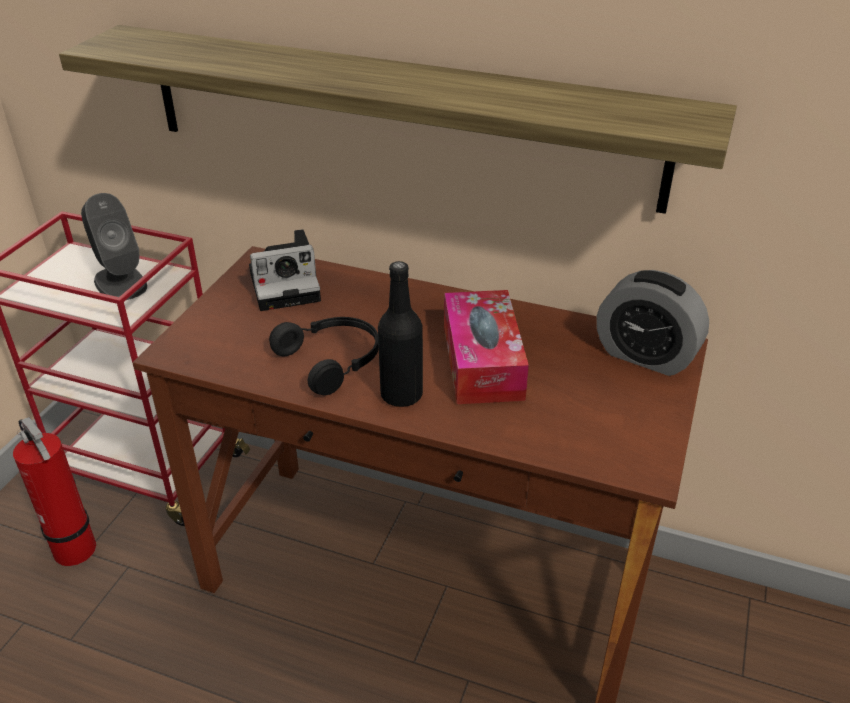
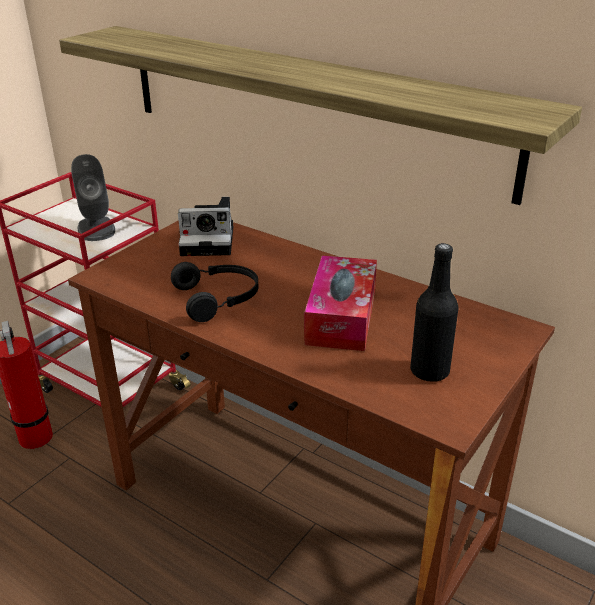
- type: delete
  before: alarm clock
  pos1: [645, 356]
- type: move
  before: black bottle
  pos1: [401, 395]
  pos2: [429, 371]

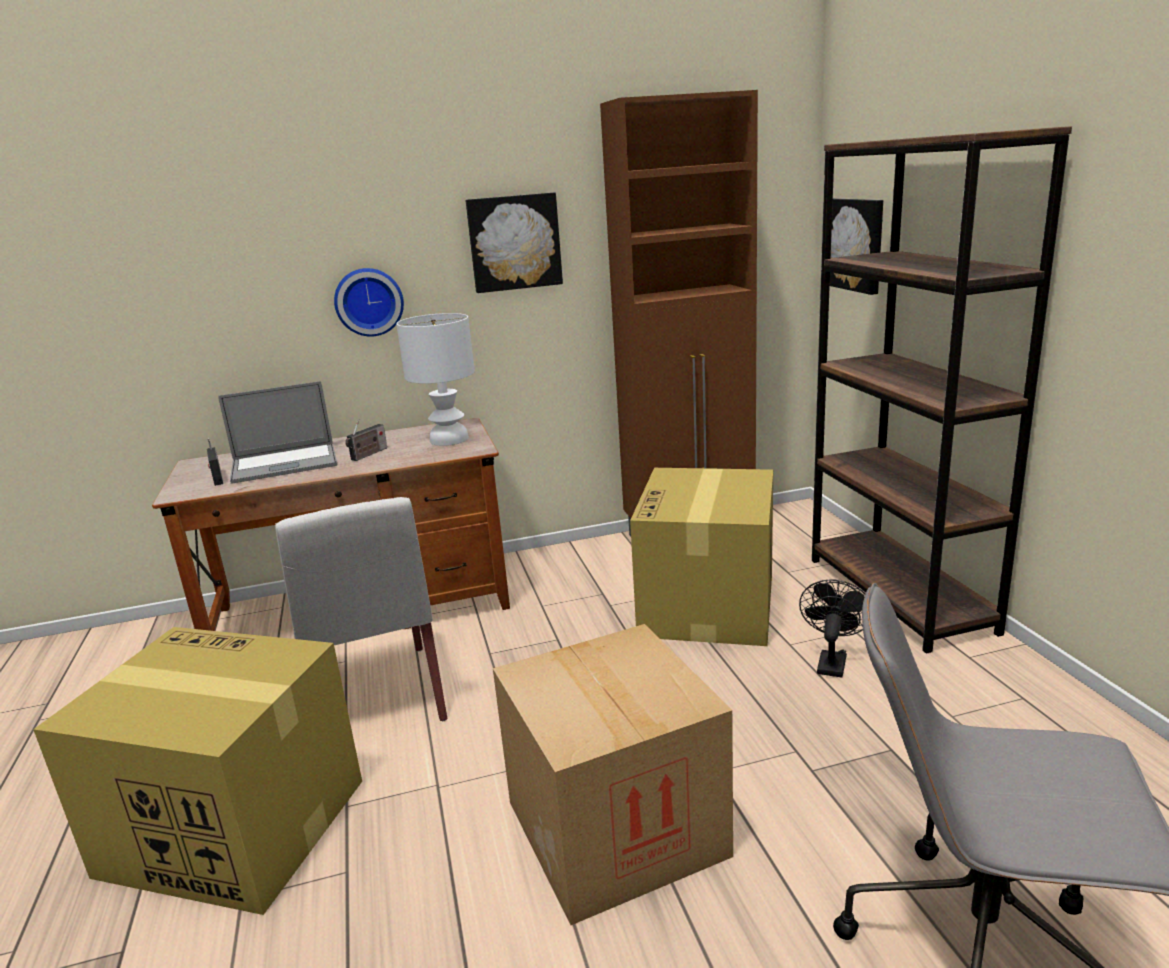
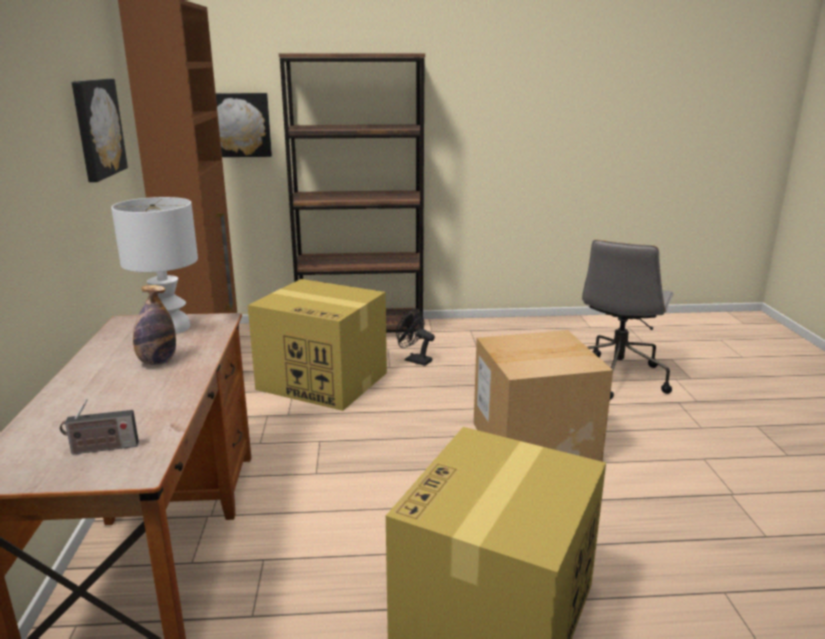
- type: delete
  before: laptop
  pos1: [284, 464]
- type: delete
  before: white chair
  pos1: [377, 698]
- type: delete
  before: wall clock
  pos1: [369, 301]
- type: replace
  before: radio
  after: bottle
  pos1: [368, 454]
  pos2: [157, 362]

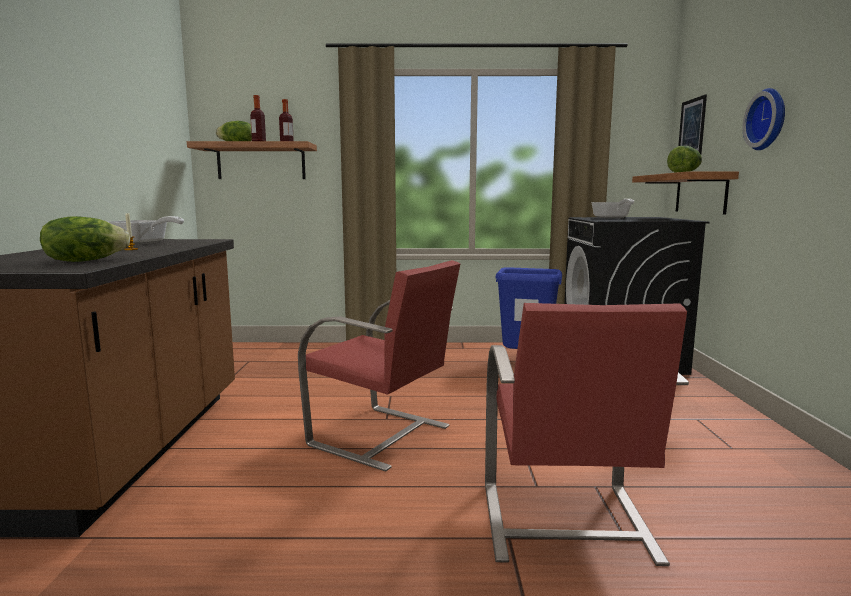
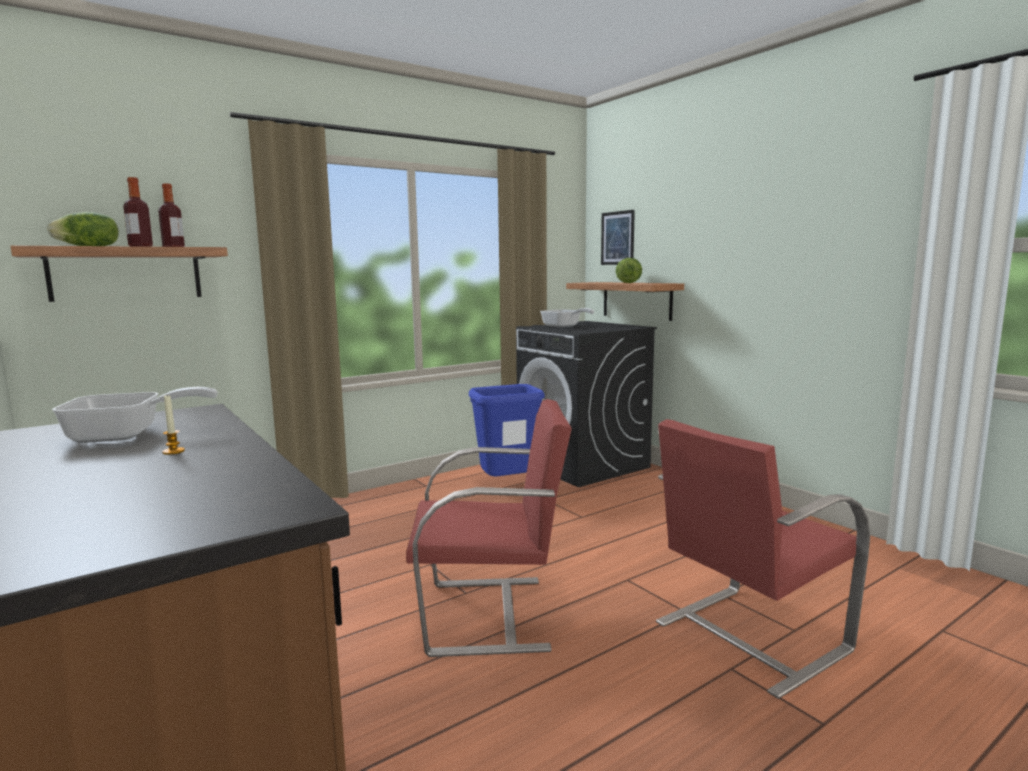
- type: delete
  before: lettuce
  pos1: [85, 261]
- type: delete
  before: wall clock
  pos1: [769, 119]
- type: rotate
  before: red chair
  pos1: [565, 523]
  pos2: [747, 636]
  turn: 90

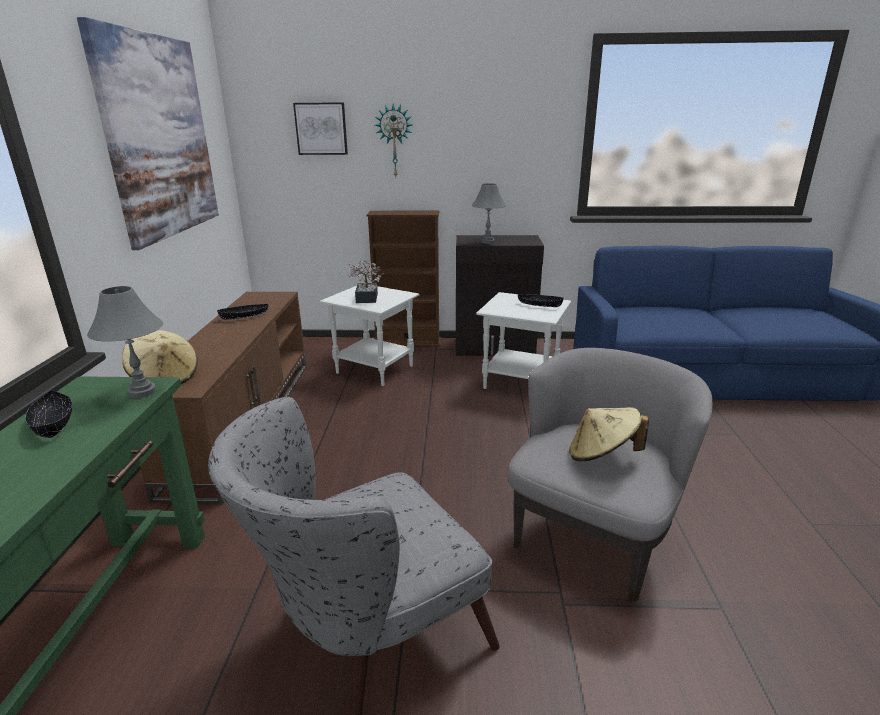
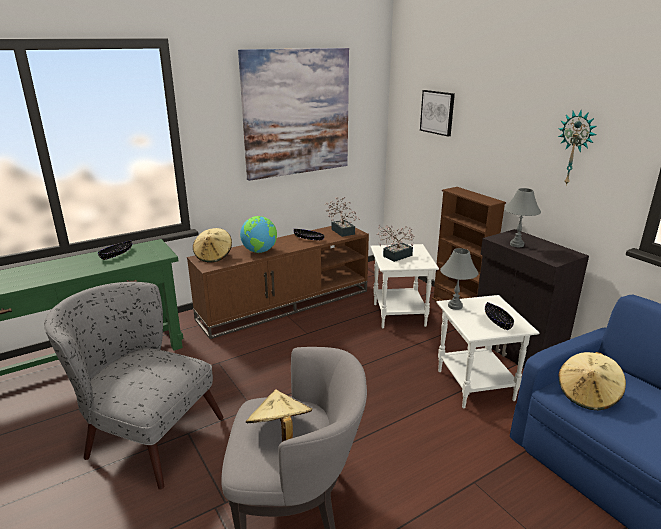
- type: insert
  after: globe
  pos2: [260, 251]
- type: insert
  after: potted plant
  pos2: [342, 230]
- type: insert
  after: beige hat
  pos2: [588, 395]
- type: move
  before: grey table lamp
  pos1: [143, 391]
  pos2: [455, 306]
- type: move
  before: wall clock
  pos1: [394, 141]
  pos2: [575, 148]

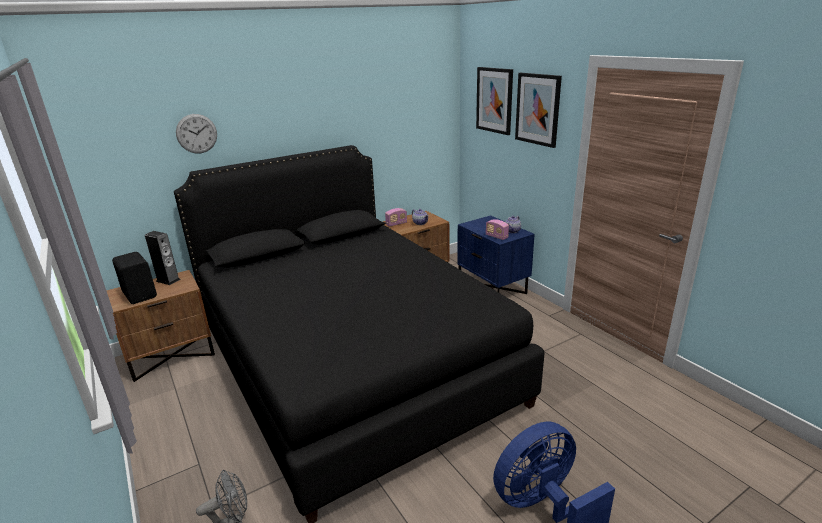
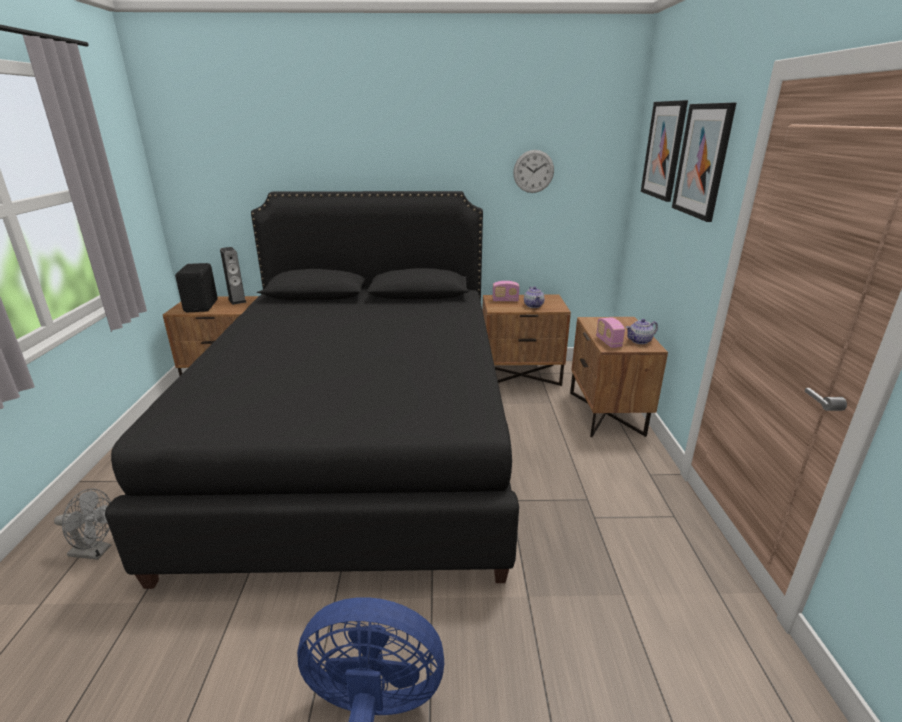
- type: move
  before: wall clock
  pos1: [196, 133]
  pos2: [533, 171]
- type: recolor
  before: blue nightstand
  after: brown nightstand
  pos1: [492, 287]
  pos2: [607, 413]

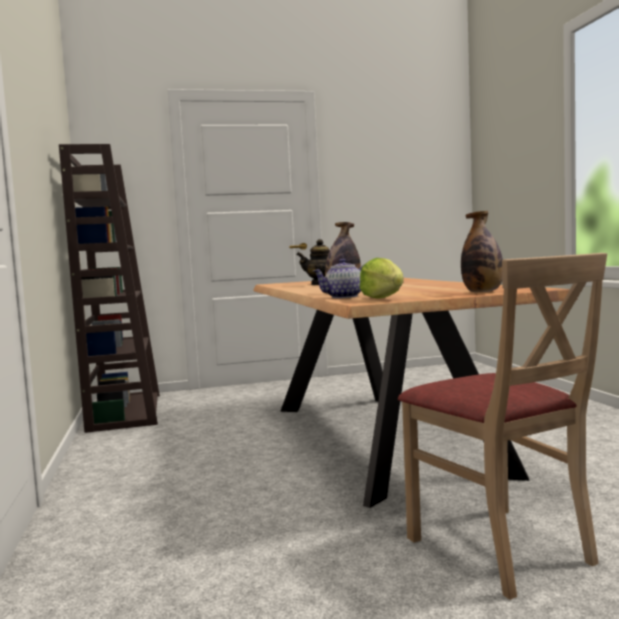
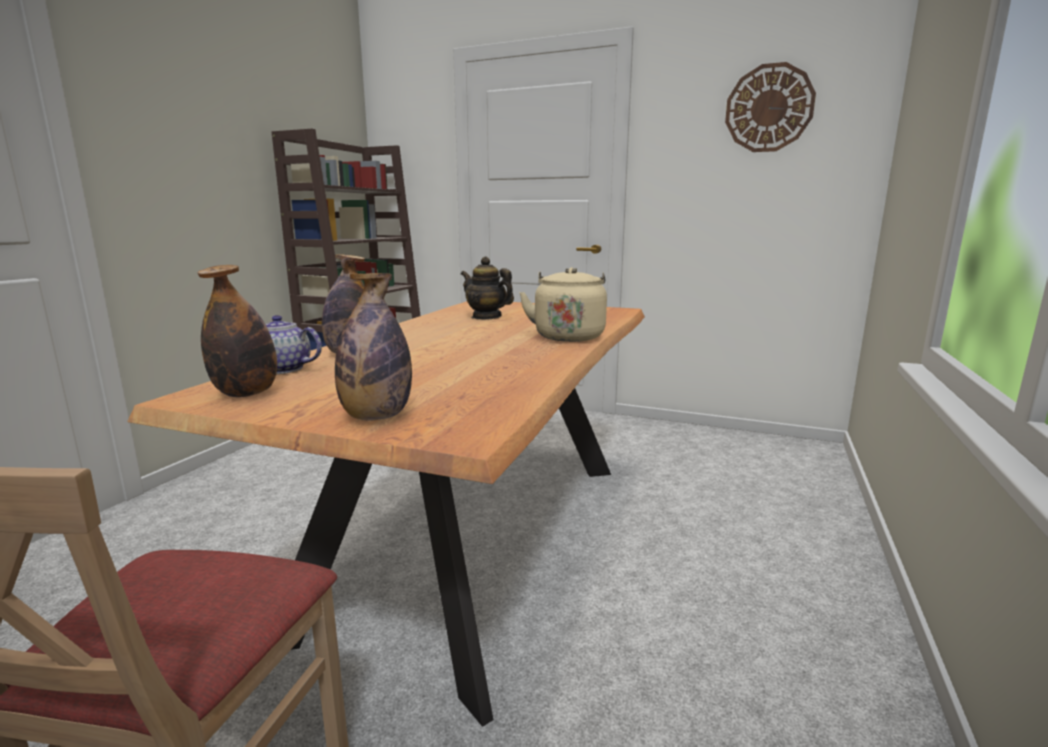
- type: insert
  after: beige kettle
  pos2: [568, 336]
- type: insert
  after: wall clock
  pos2: [769, 108]
- type: replace
  before: lettuce
  after: bottle
  pos1: [383, 298]
  pos2: [246, 393]

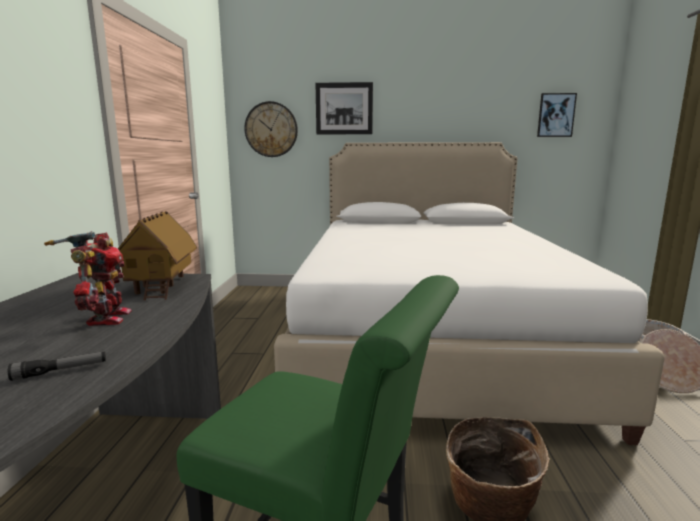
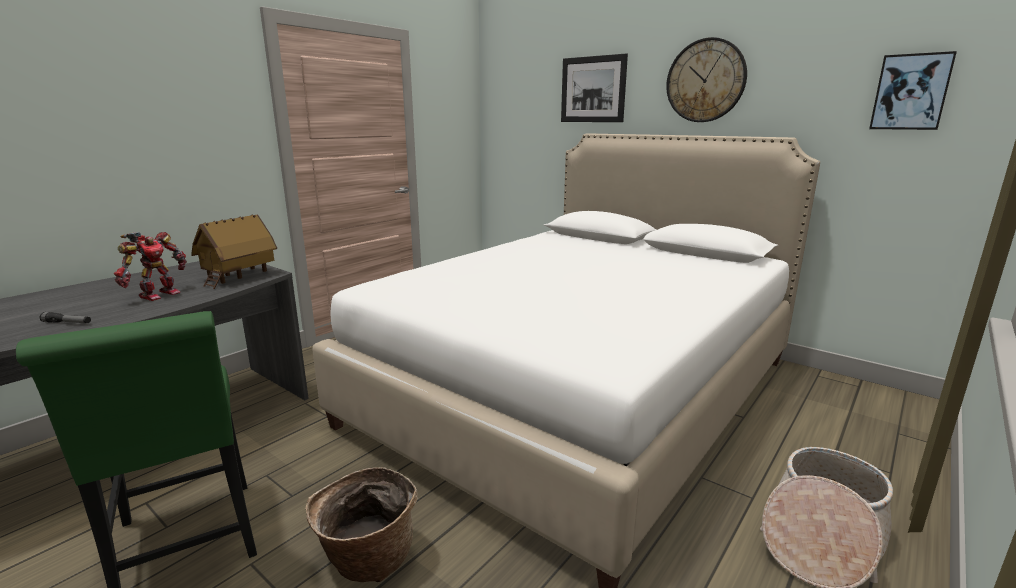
- type: move
  before: wall clock
  pos1: [271, 129]
  pos2: [705, 81]

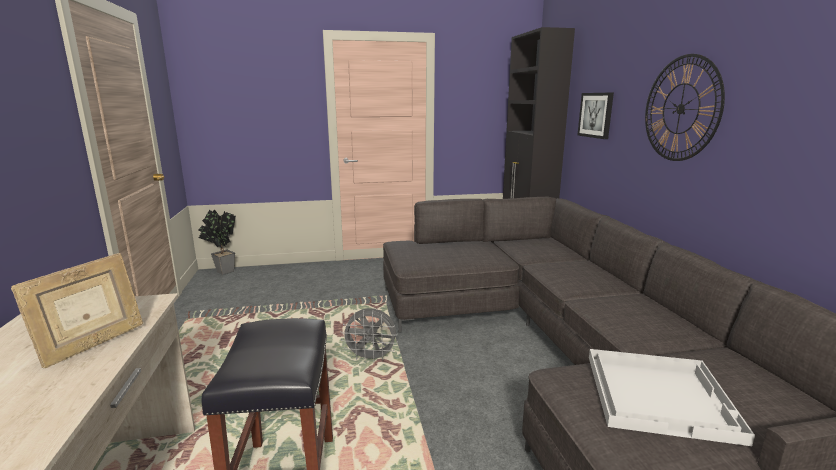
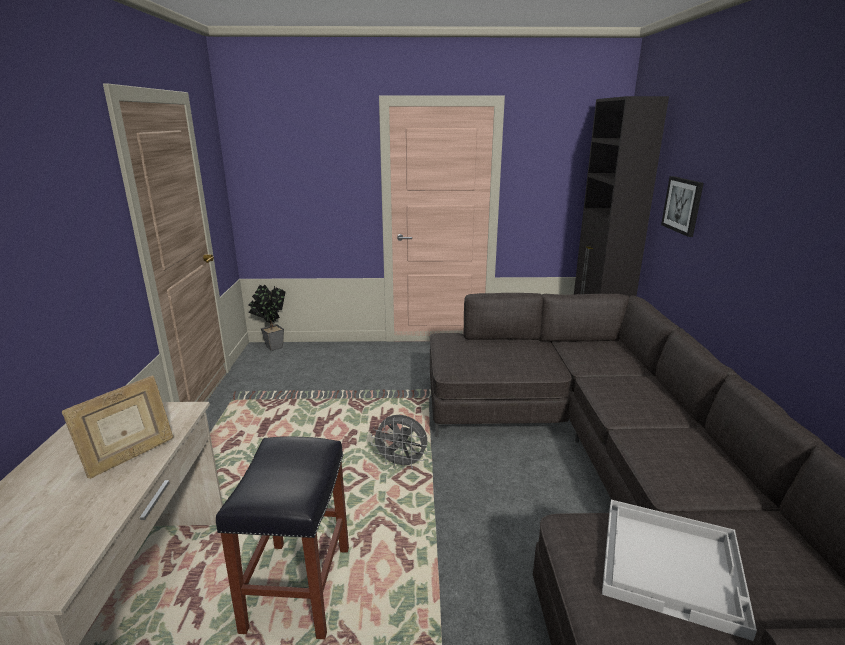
- type: delete
  before: wall clock
  pos1: [681, 109]

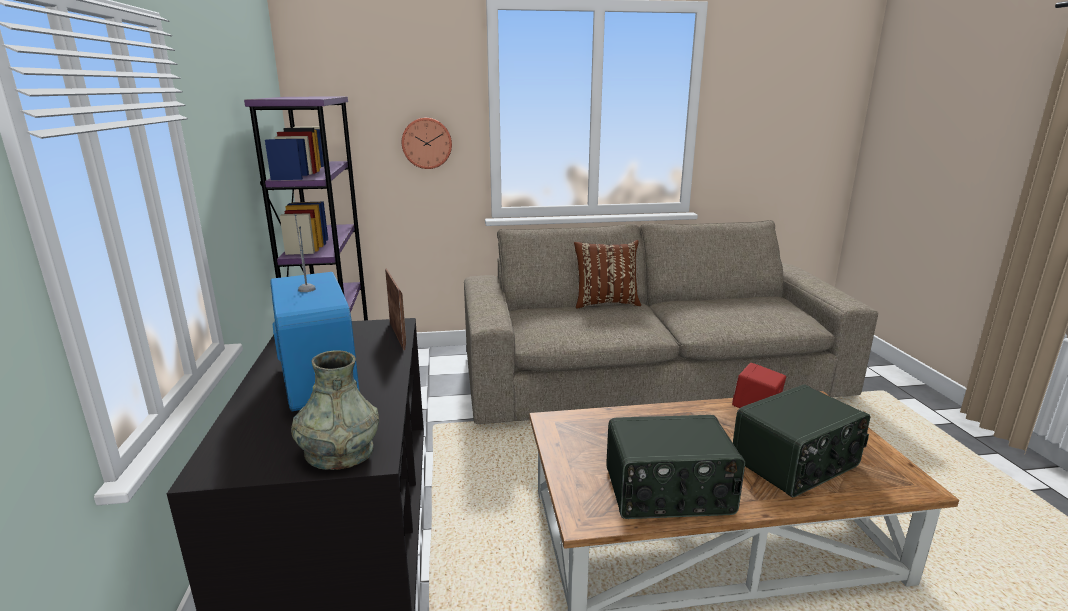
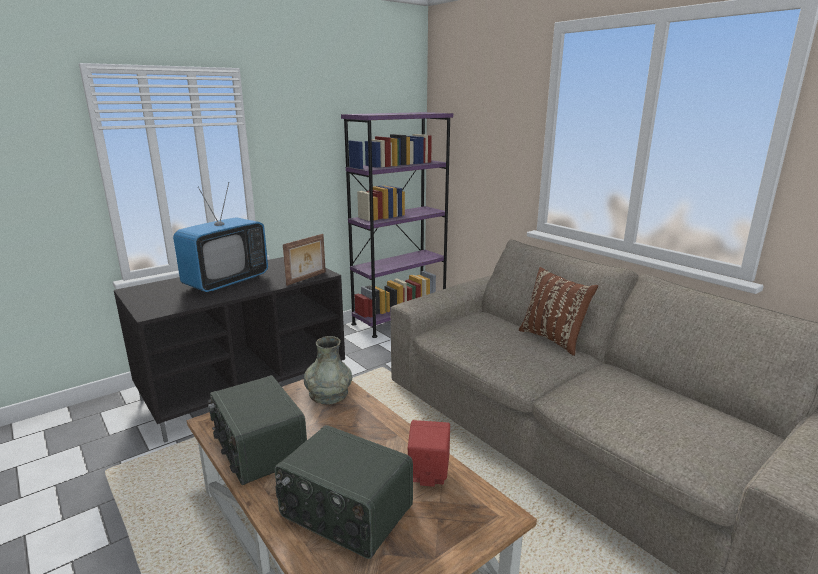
- type: delete
  before: wall clock
  pos1: [427, 143]
- type: move
  before: grey vase
  pos1: [339, 452]
  pos2: [328, 394]

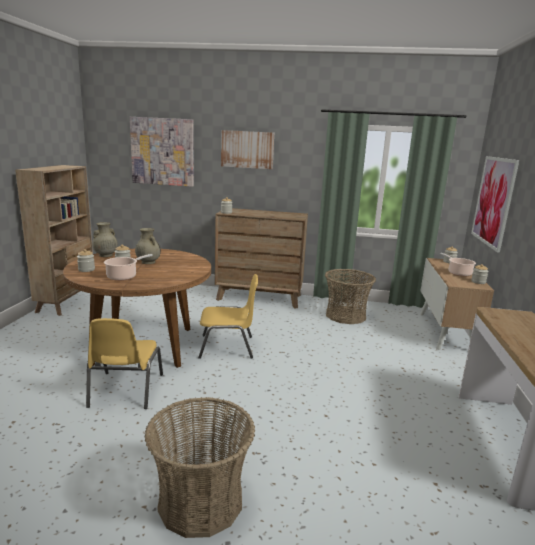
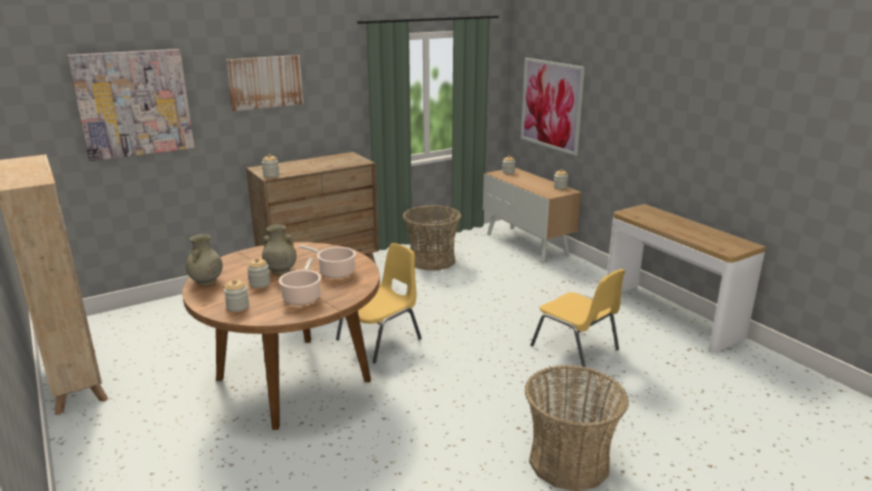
- type: move
  before: yellow chair
  pos1: [125, 391]
  pos2: [576, 348]
- type: move
  before: cooking pot
  pos1: [458, 273]
  pos2: [335, 272]

